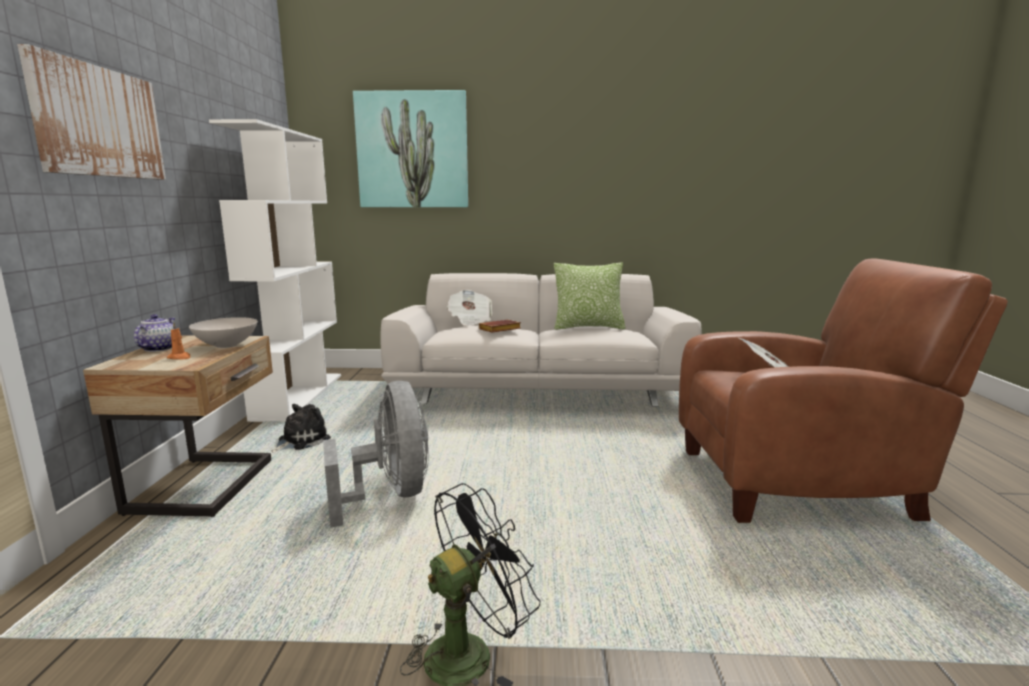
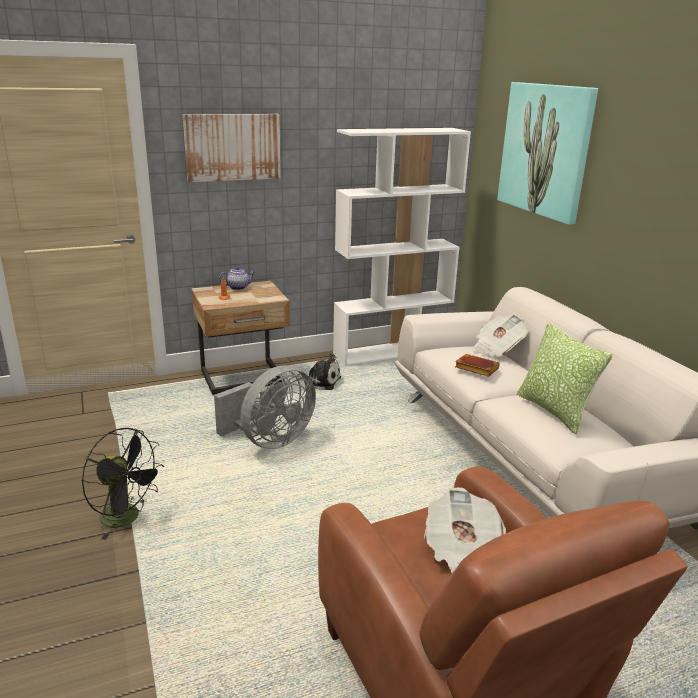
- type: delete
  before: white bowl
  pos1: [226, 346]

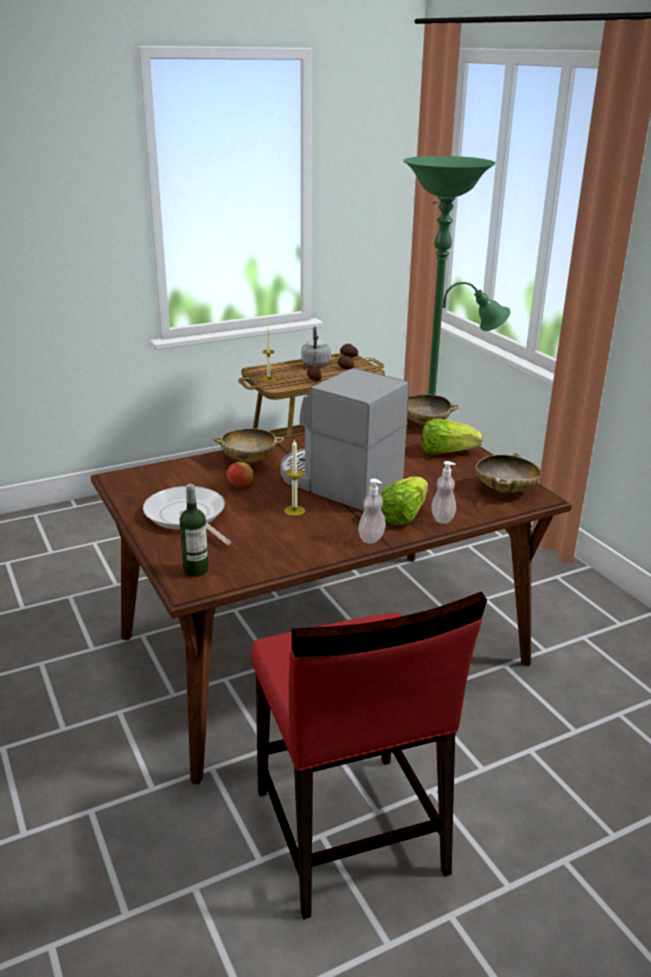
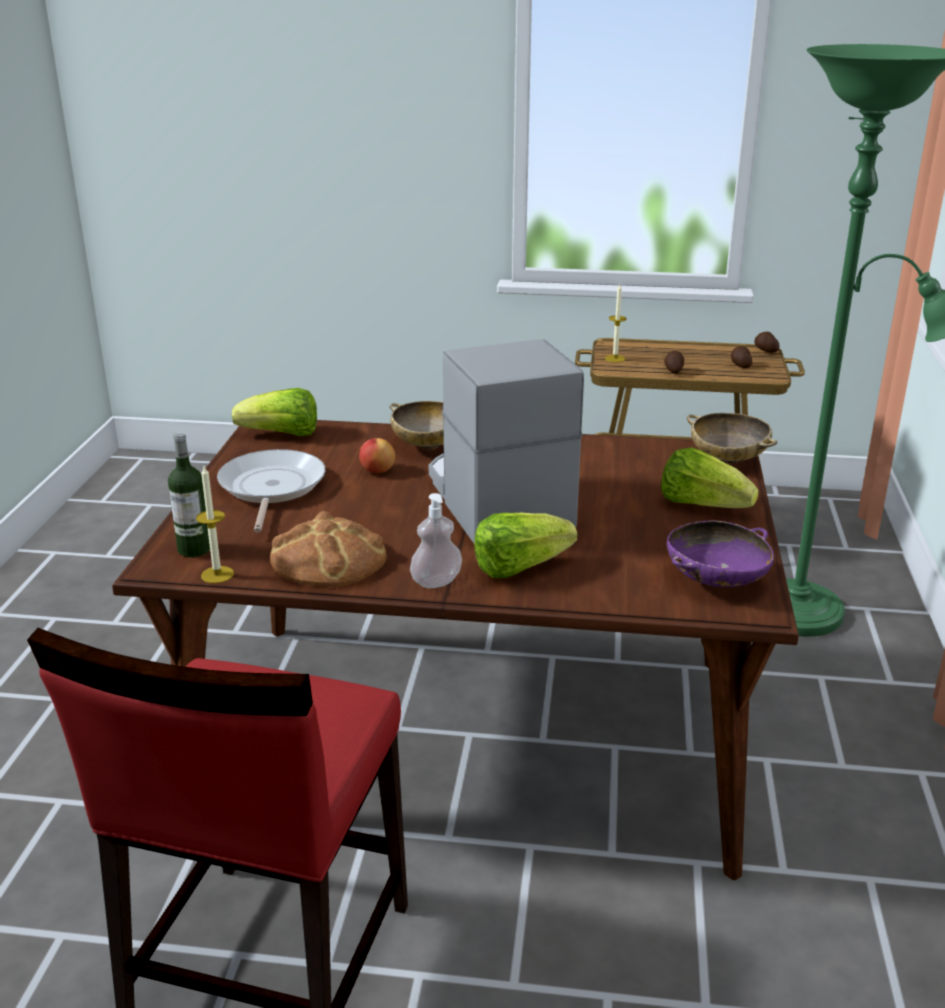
- type: delete
  before: grey kettle
  pos1: [316, 364]
- type: delete
  before: soap dispenser
  pos1: [442, 518]
- type: insert
  after: lettuce
  pos2: [282, 435]
- type: insert
  after: bread
  pos2: [329, 558]
- type: move
  before: candle
  pos1: [294, 510]
  pos2: [217, 574]
- type: recolor
  before: beige bowl
  after: purple bowl
  pos1: [506, 490]
  pos2: [716, 581]

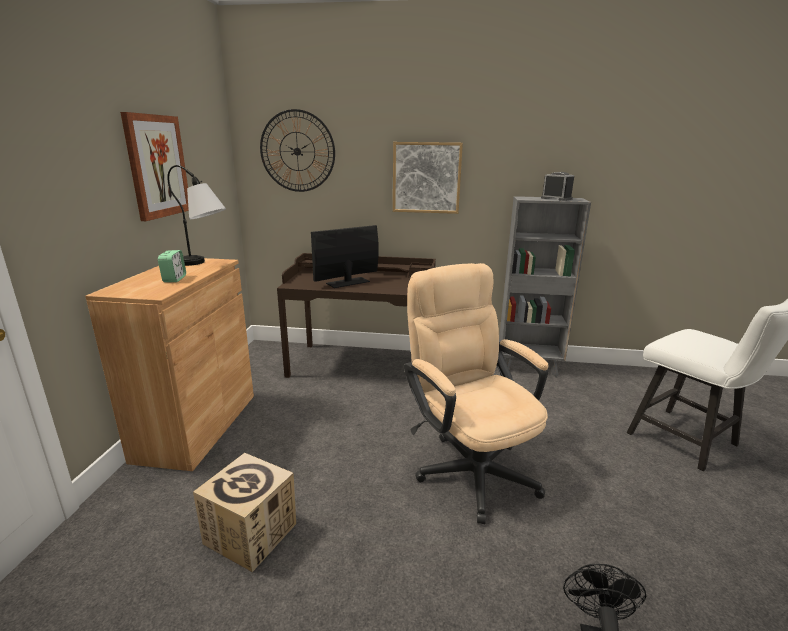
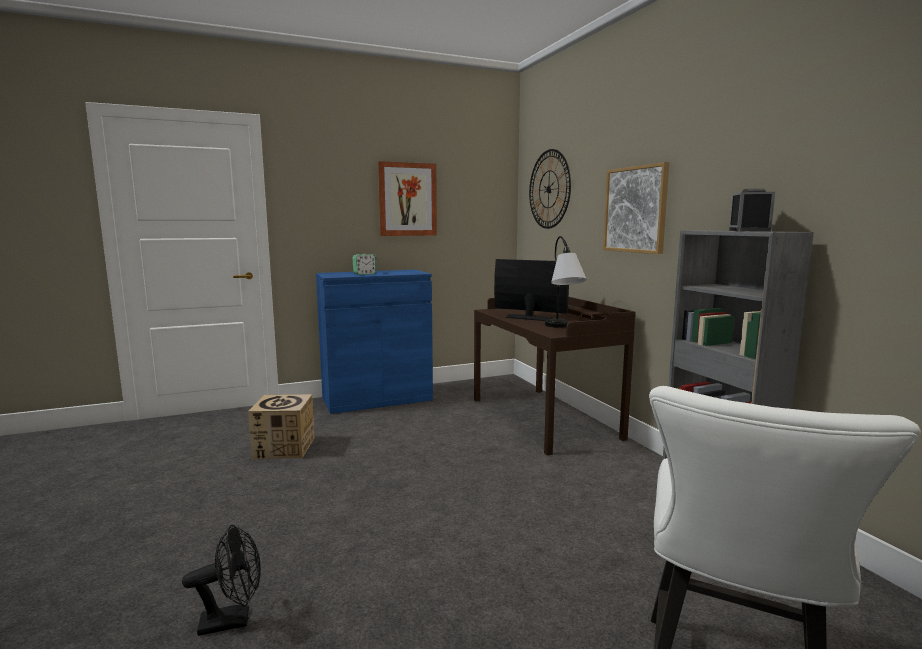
- type: delete
  before: beige office chair
  pos1: [469, 466]
- type: move
  before: table lamp
  pos1: [204, 264]
  pos2: [562, 328]
- type: recolor
  before: brown cabinet
  after: blue cabinet
  pos1: [197, 426]
  pos2: [377, 399]

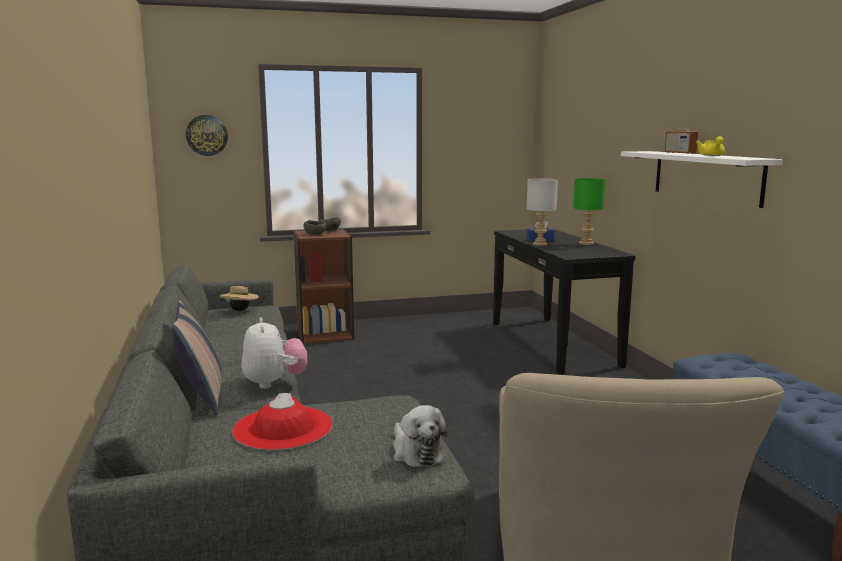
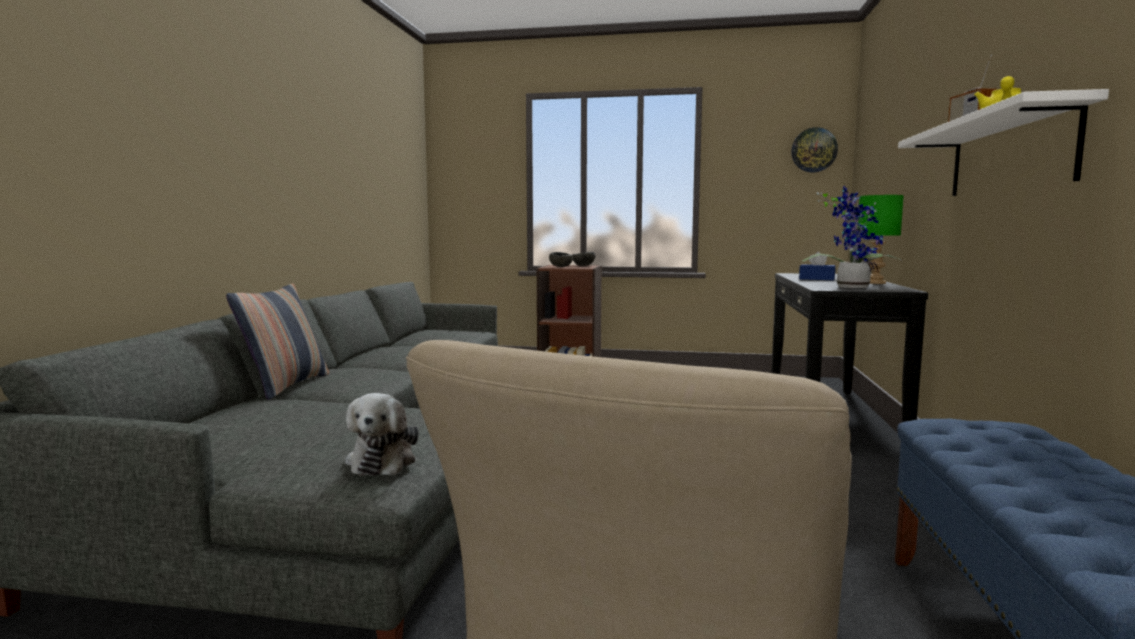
- type: delete
  before: beige hat
  pos1: [240, 310]
- type: delete
  before: red hat
  pos1: [283, 428]
- type: delete
  before: plush toy
  pos1: [274, 383]
- type: delete
  before: grey table lamp
  pos1: [540, 244]
- type: insert
  after: potted plant
  pos2: [851, 287]
- type: move
  before: wall clock
  pos1: [207, 135]
  pos2: [814, 150]

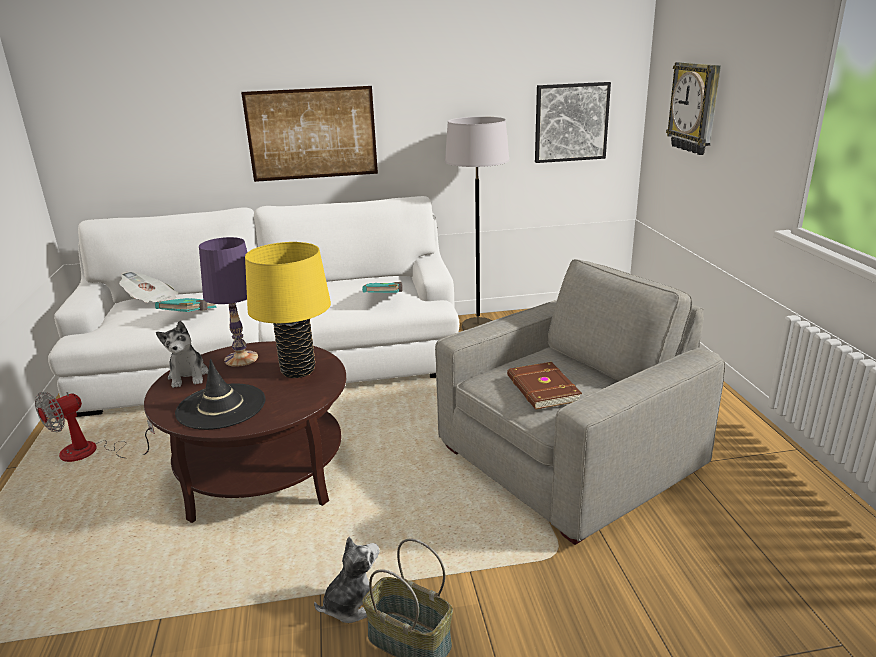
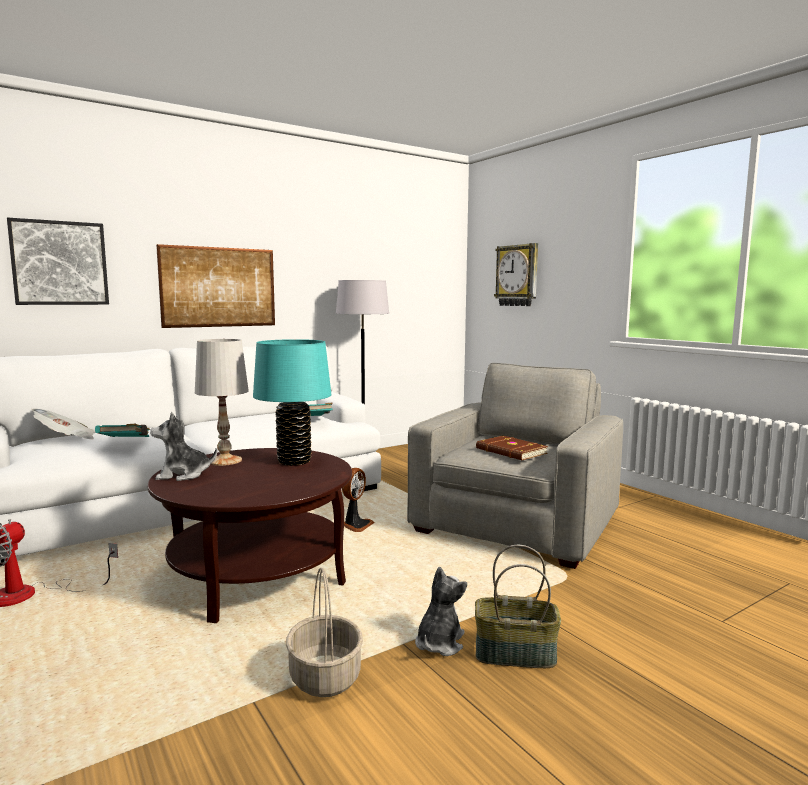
- type: delete
  before: black hat
  pos1: [221, 407]
- type: insert
  after: basket
  pos2: [324, 676]
- type: insert
  after: fan
  pos2: [356, 526]
- type: move
  before: picture
  pos1: [571, 122]
  pos2: [60, 263]
- type: recolor
  before: purple table lamp
  after: white table lamp
  pos1: [241, 358]
  pos2: [224, 460]
- type: recolor
  before: yellow table lamp
  after: turquoise table lamp
  pos1: [298, 371]
  pos2: [294, 461]
- type: rotate
  before: plush toy
  pos1: [189, 376]
  pos2: [183, 475]
  turn: 120

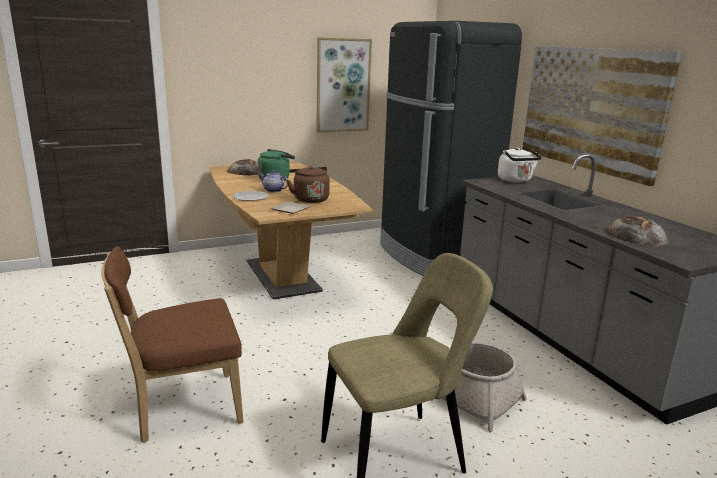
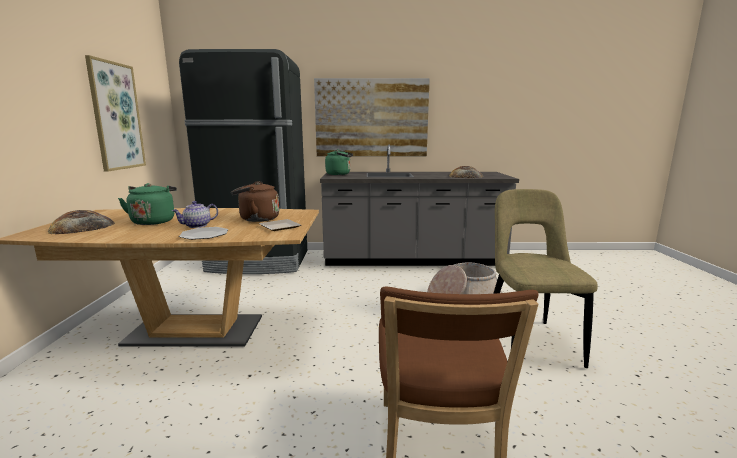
- type: recolor
  before: white kettle
  after: green kettle
  pos1: [516, 181]
  pos2: [340, 174]

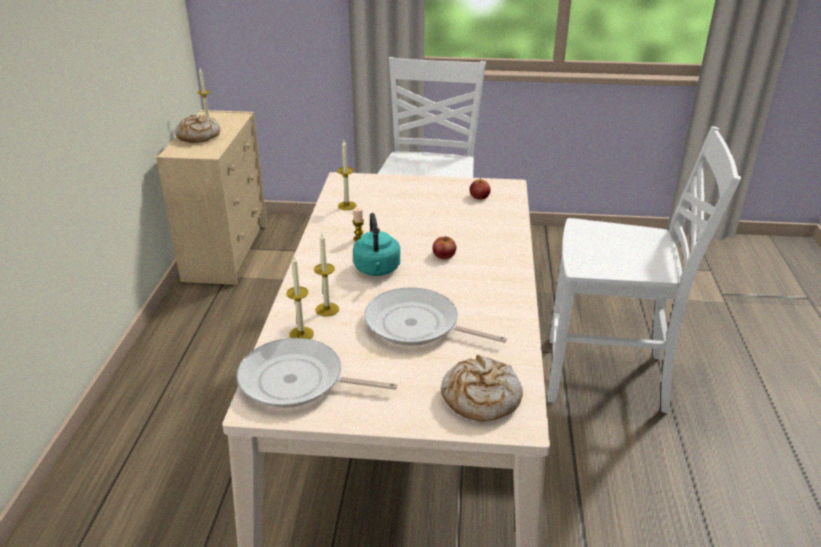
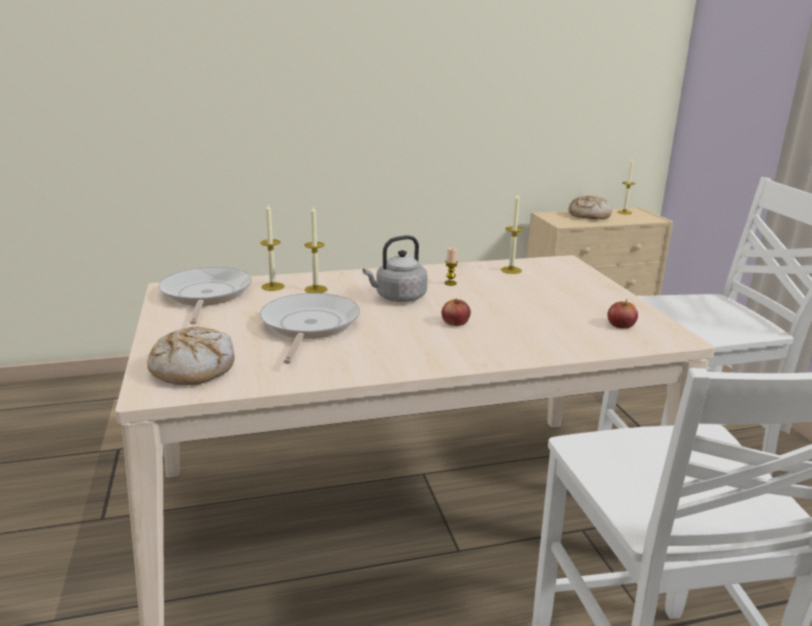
- type: recolor
  before: turquoise kettle
  after: grey kettle
  pos1: [377, 270]
  pos2: [398, 298]

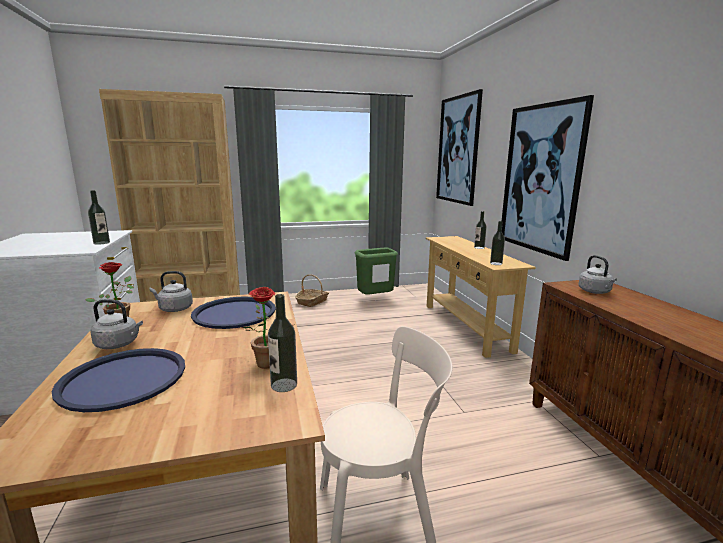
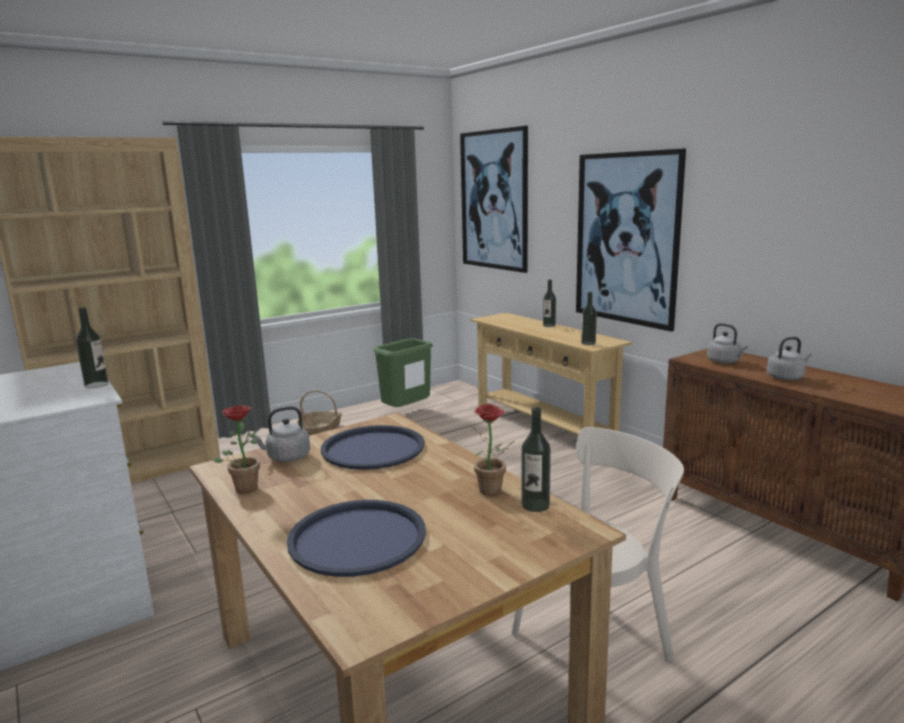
- type: move
  before: grey kettle
  pos1: [119, 344]
  pos2: [786, 377]

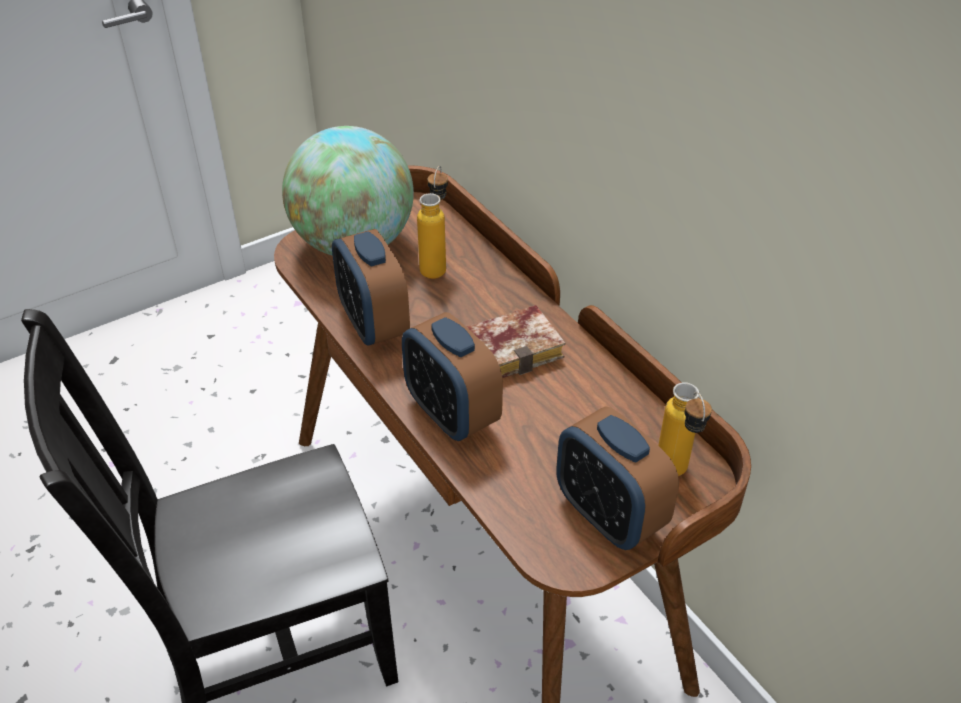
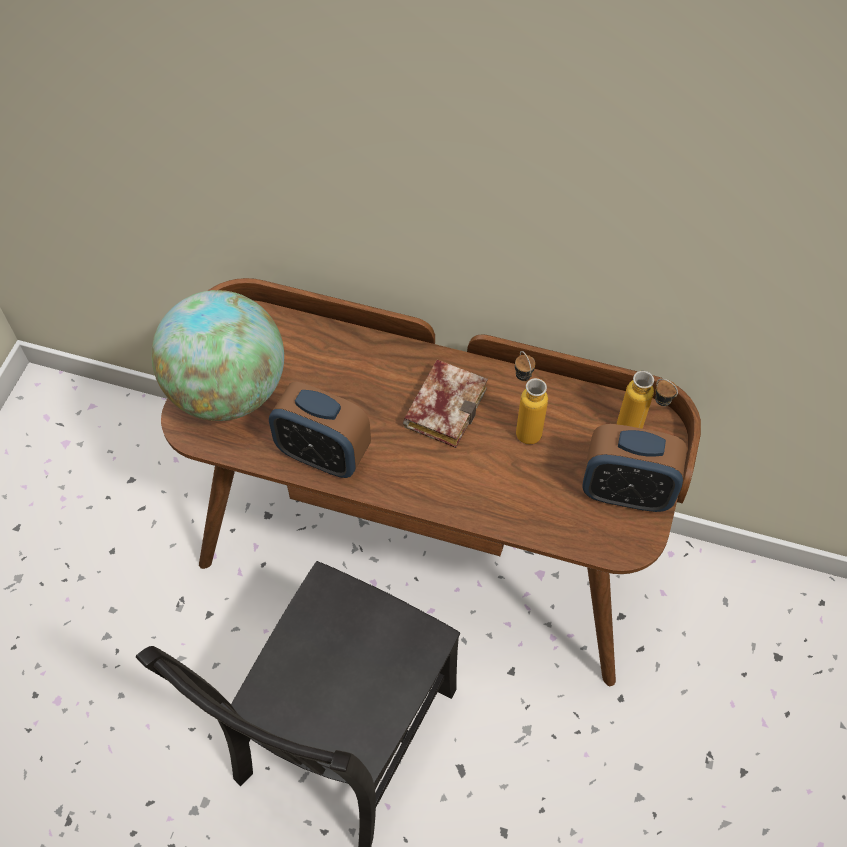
- type: delete
  before: alarm clock
  pos1: [451, 414]
- type: move
  before: bottle
  pos1: [436, 265]
  pos2: [523, 425]

